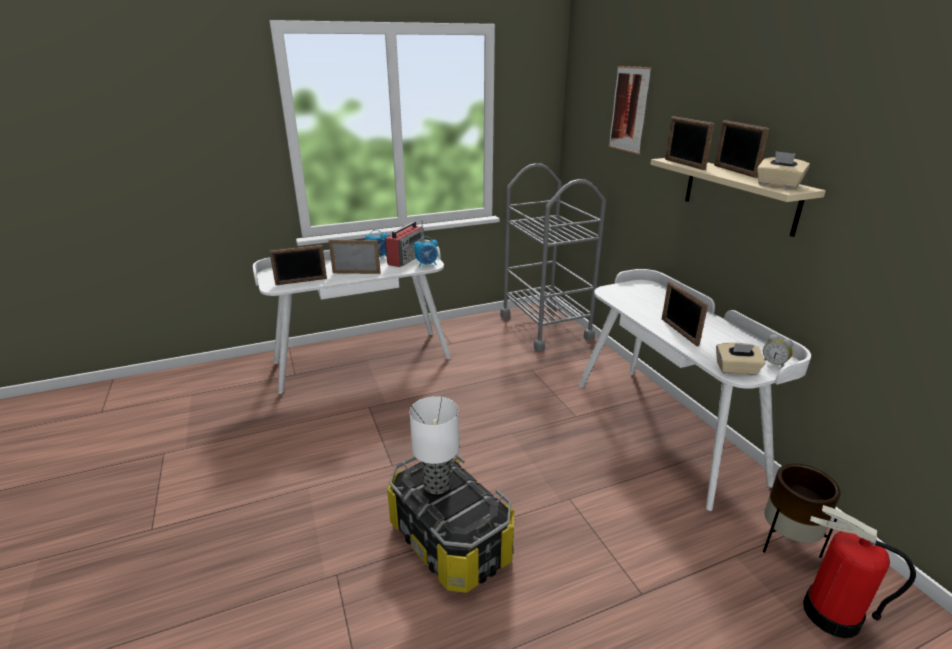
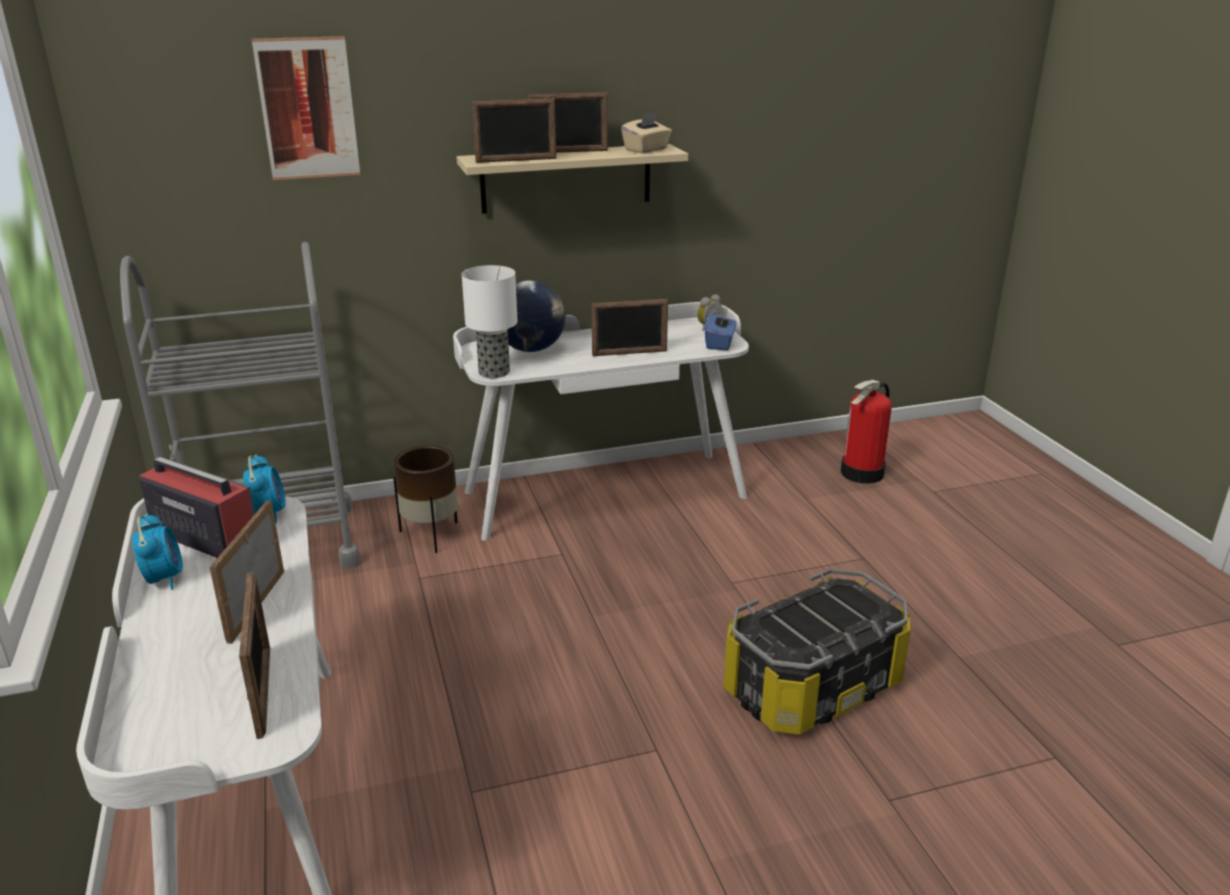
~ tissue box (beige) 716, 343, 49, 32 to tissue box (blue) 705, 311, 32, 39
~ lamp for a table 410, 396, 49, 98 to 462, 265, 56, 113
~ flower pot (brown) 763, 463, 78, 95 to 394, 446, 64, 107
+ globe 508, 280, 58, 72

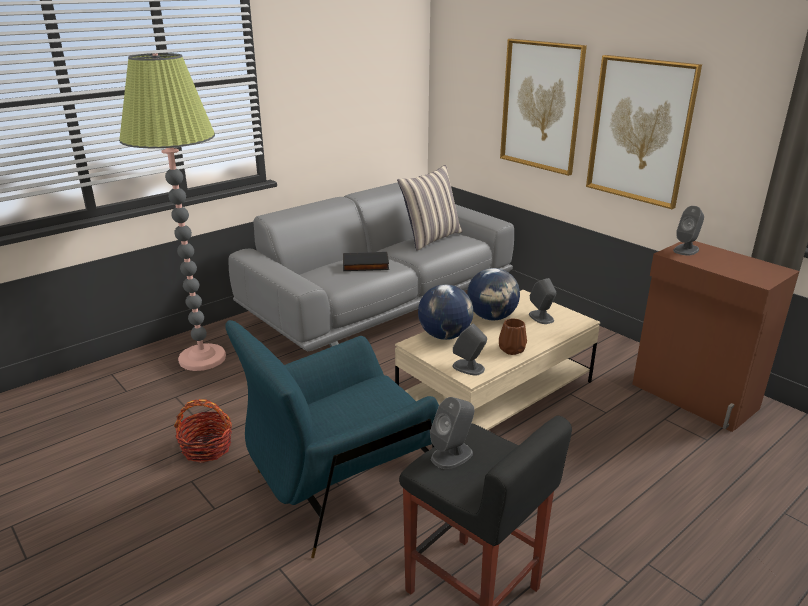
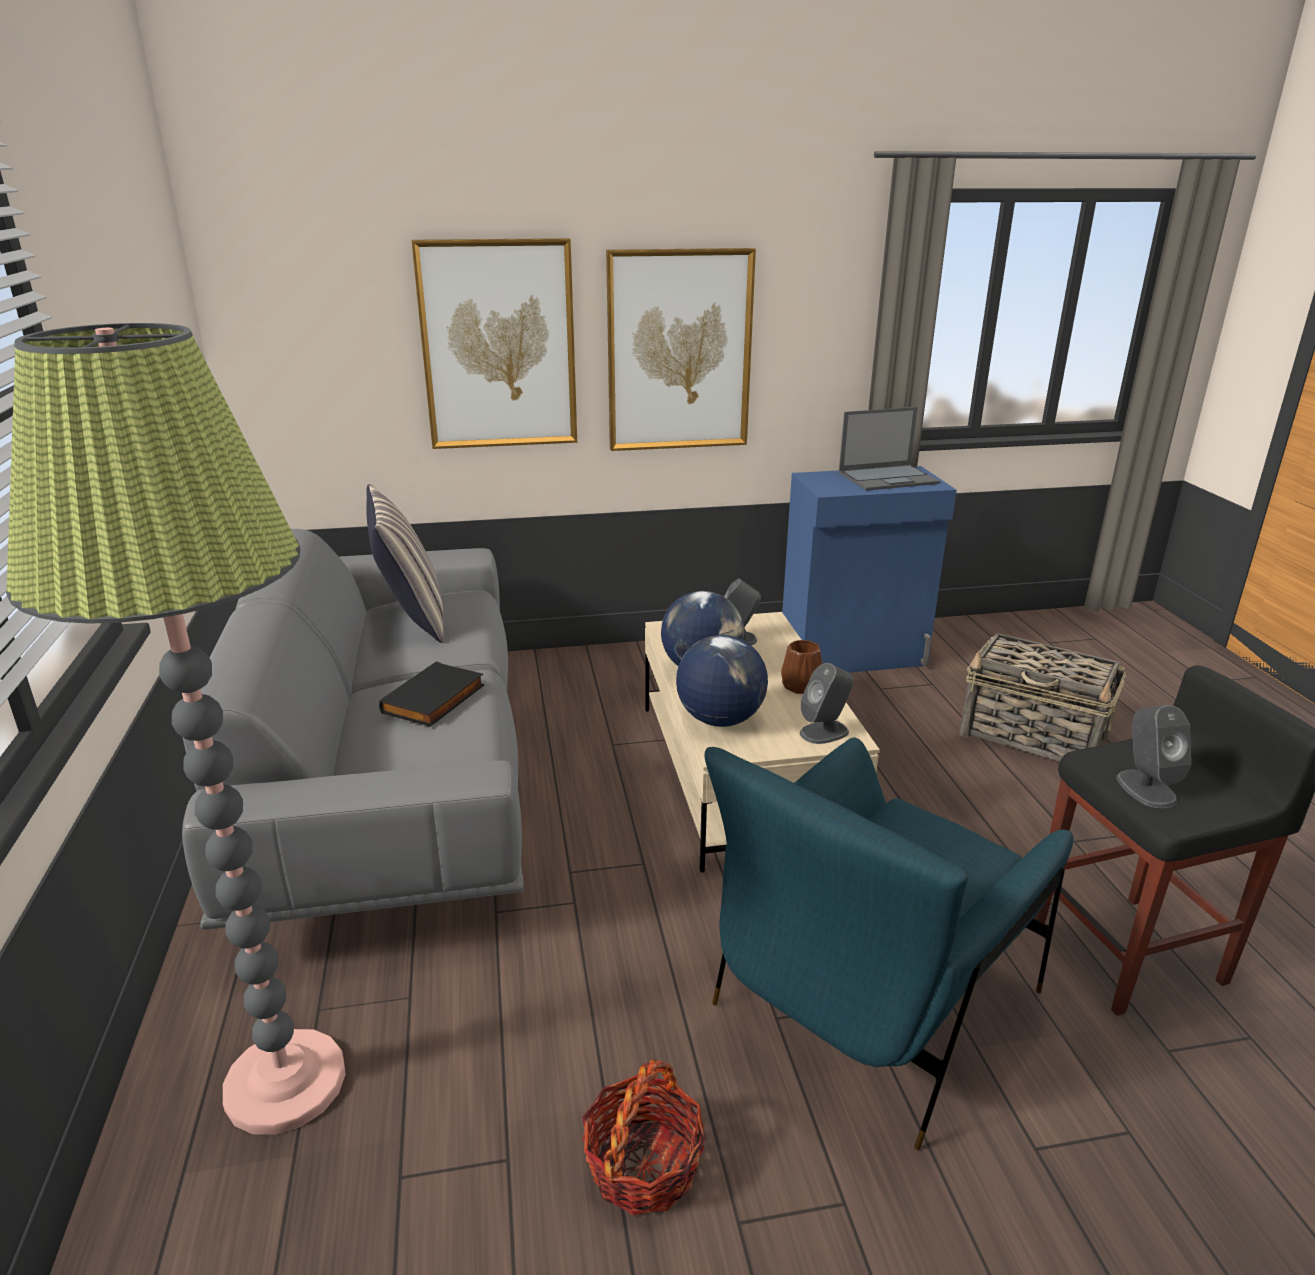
- loudspeaker (grey) 673, 206, 31, 50
~ storage cabinet (brown) 632, 241, 167, 191 to storage cabinet (blue) 782, 466, 175, 207
~ lounge chair (blue) 225, 320, 214, 238 = 704, 737, 369, 413 45 degrees clockwise
+ portable computer 838, 407, 102, 84
+ basket 959, 633, 167, 129

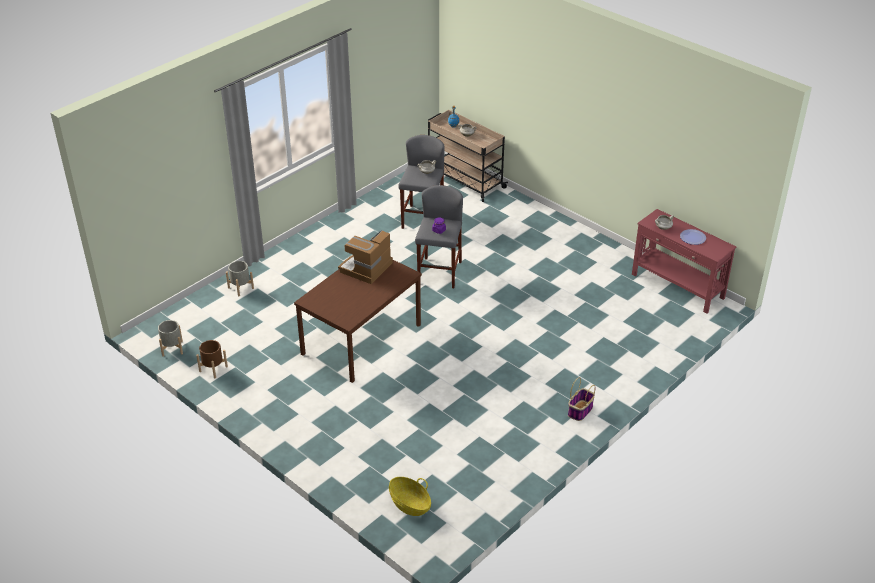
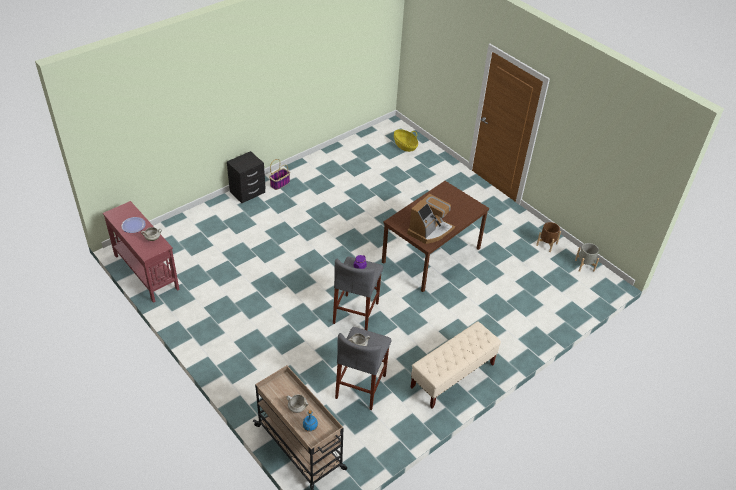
- flower pot (grey) 226, 261, 28, 35
+ nightstand (black) 227, 151, 39, 52
+ long seat (beige) 410, 322, 91, 87

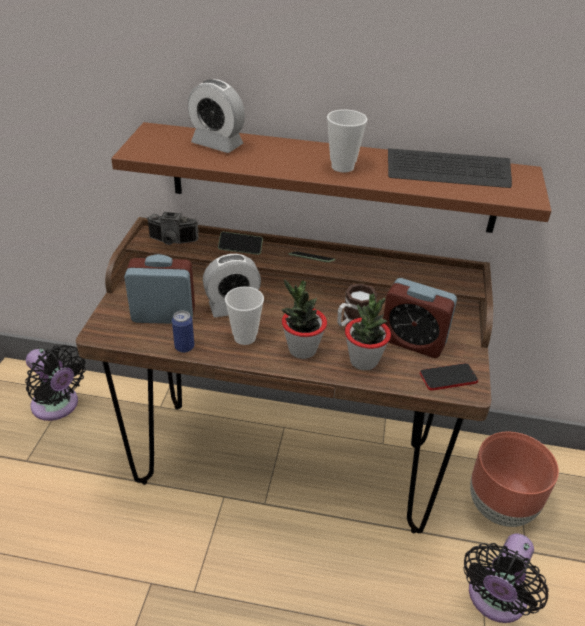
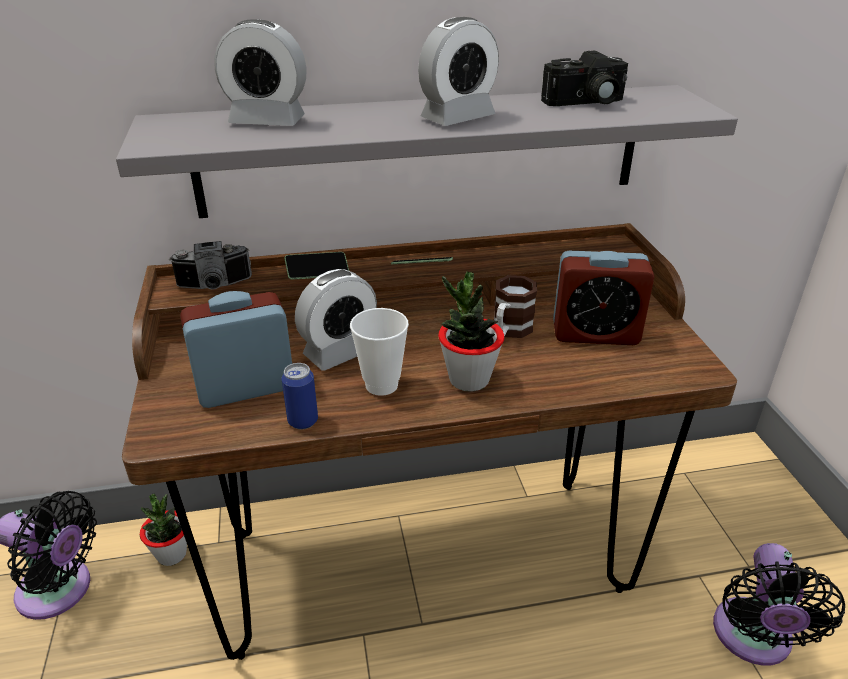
~ cup 327, 110, 40, 63 to table clock 418, 17, 81, 109
~ bracket shelf (brown) 111, 122, 440, 111 to bracket shelf (grey) 116, 85, 622, 133
~ computer keyboard 388, 148, 124, 40 to photo camera 541, 50, 87, 56
~ plant in a pot 345, 294, 46, 76 to 140, 493, 47, 73
- telephone 420, 363, 58, 27
- flower pot (brown) 470, 432, 89, 95

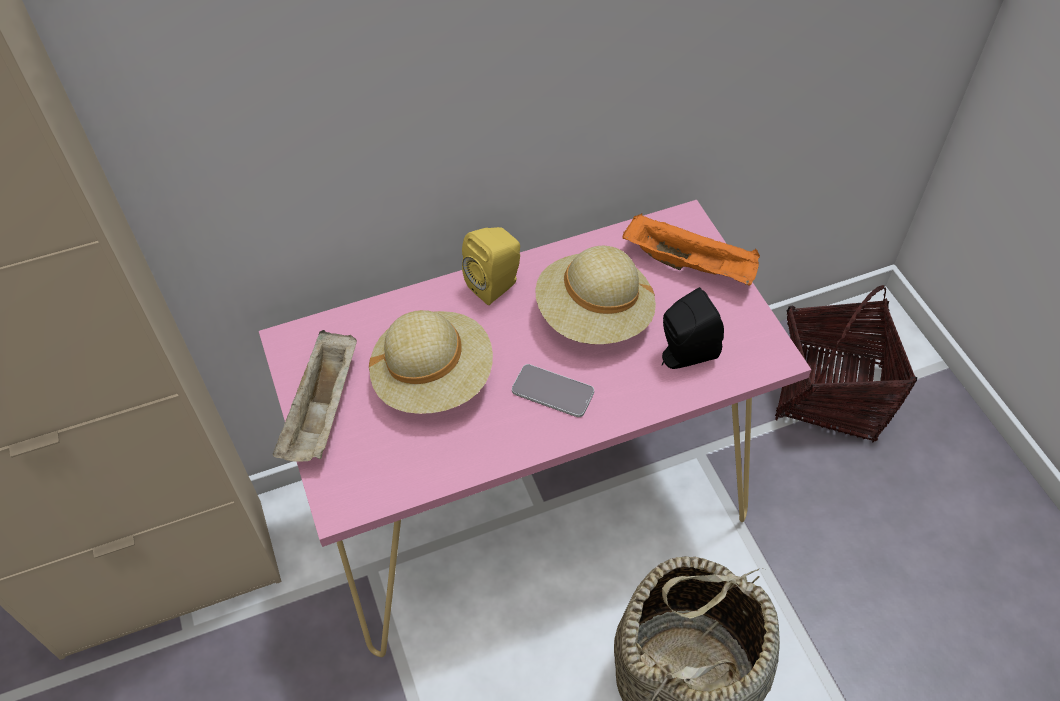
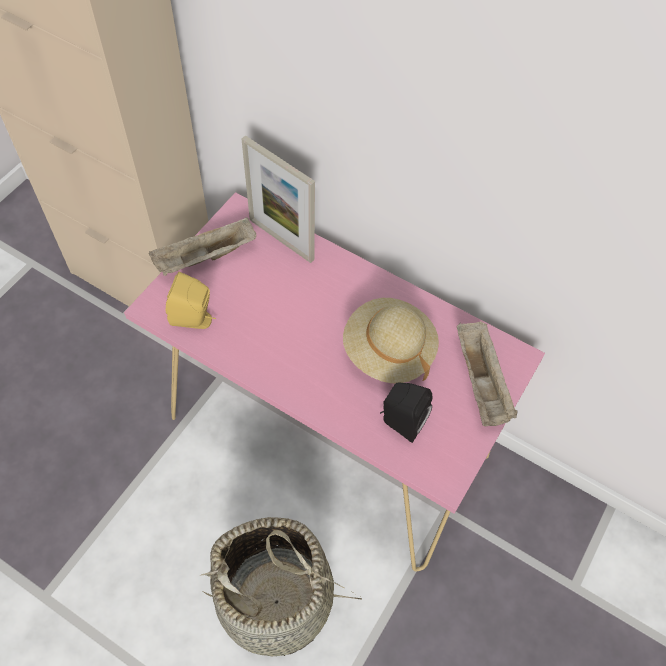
~ serving tray (orange-coloured) 622, 214, 138, 72 to serving tray (beige) 457, 321, 61, 105
~ loudspeaker (yellow-coloured) 462, 227, 58, 78 to 166, 272, 50, 57
- basket 775, 285, 142, 157
- hat (beige) 369, 310, 124, 104
- telephone 512, 364, 82, 53
+ standing frame 241, 135, 74, 128

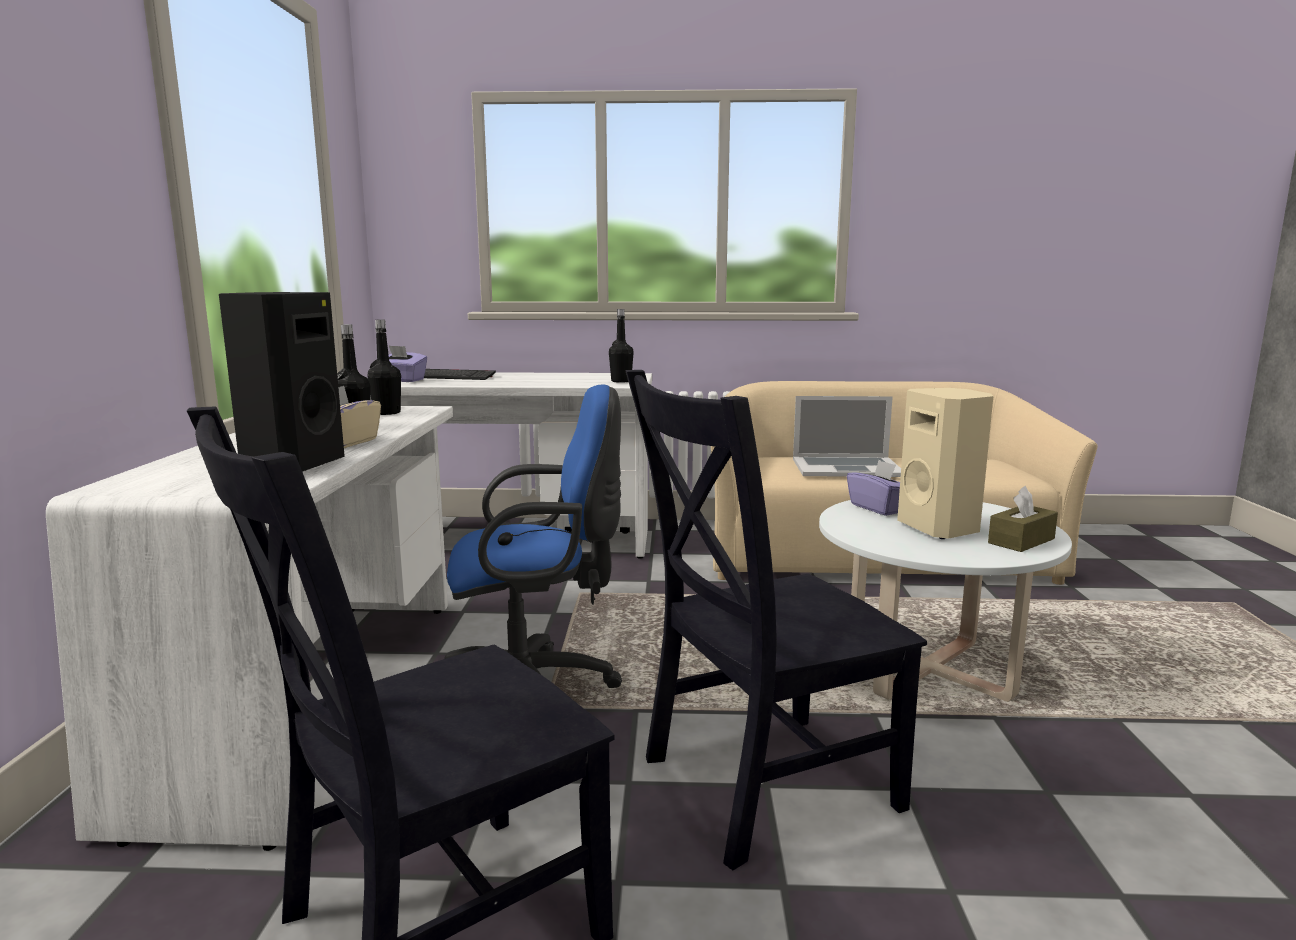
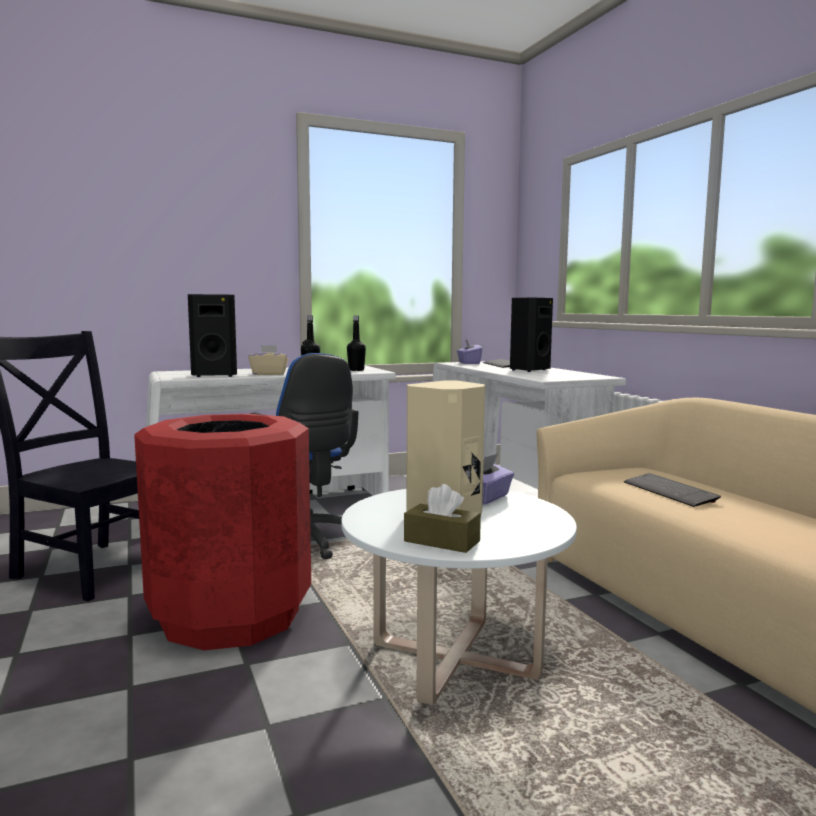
- beverage bottle (black) 609, 309, 25, 74
~ chair (black) 625, 370, 302, 500 to trash can (reddish) 134, 414, 177, 236
~ portable computer 793, 396, 108, 81 to computer keyboard 624, 473, 97, 34
+ loudspeaker (black) 510, 298, 43, 74

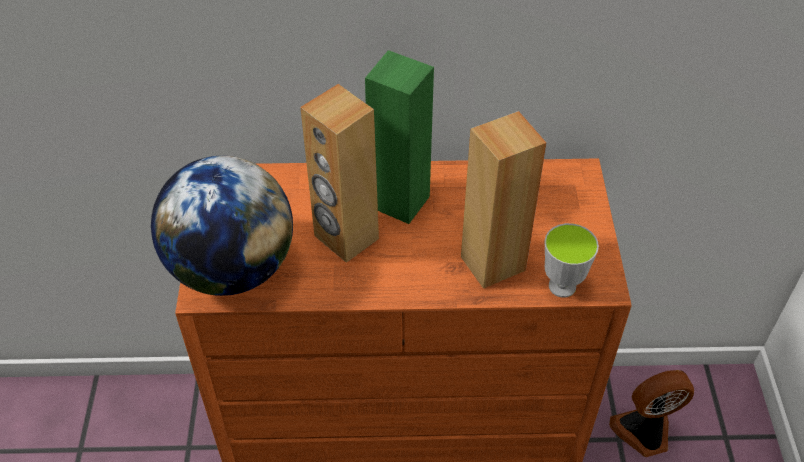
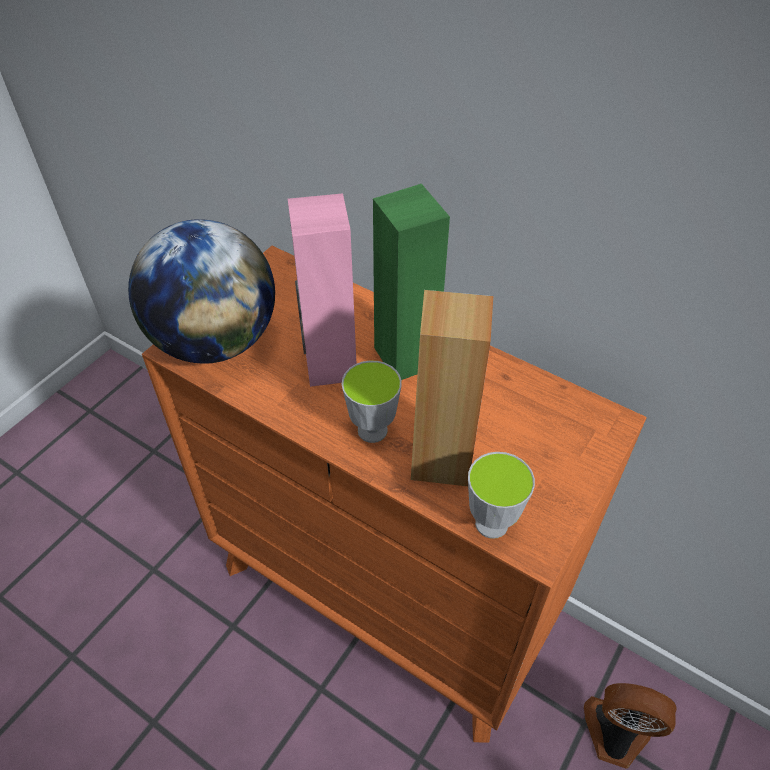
~ loudspeaker (brown) 300, 84, 79, 179 to loudspeaker (pink) 288, 193, 68, 194
+ cup 342, 360, 60, 83

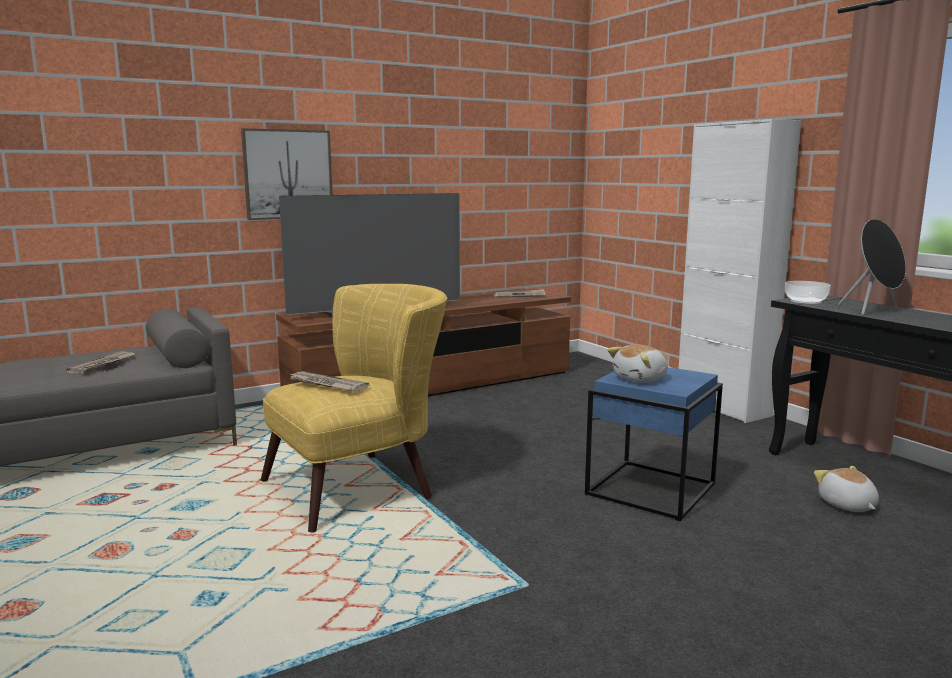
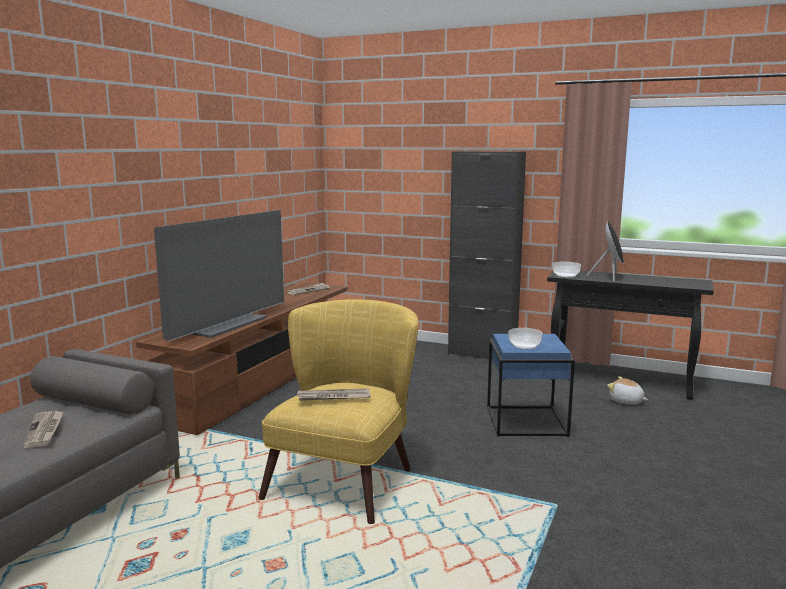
~ storage cabinet (whitish) 678, 119, 123, 304 to storage cabinet (black) 448, 151, 78, 208
- wall picture 241, 128, 92, 92
~ plush toy 608, 344, 60, 39 to bowl 509, 328, 33, 21

